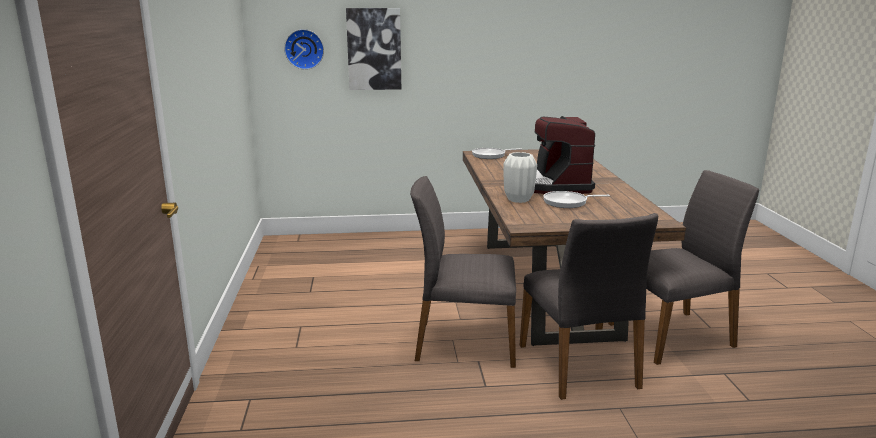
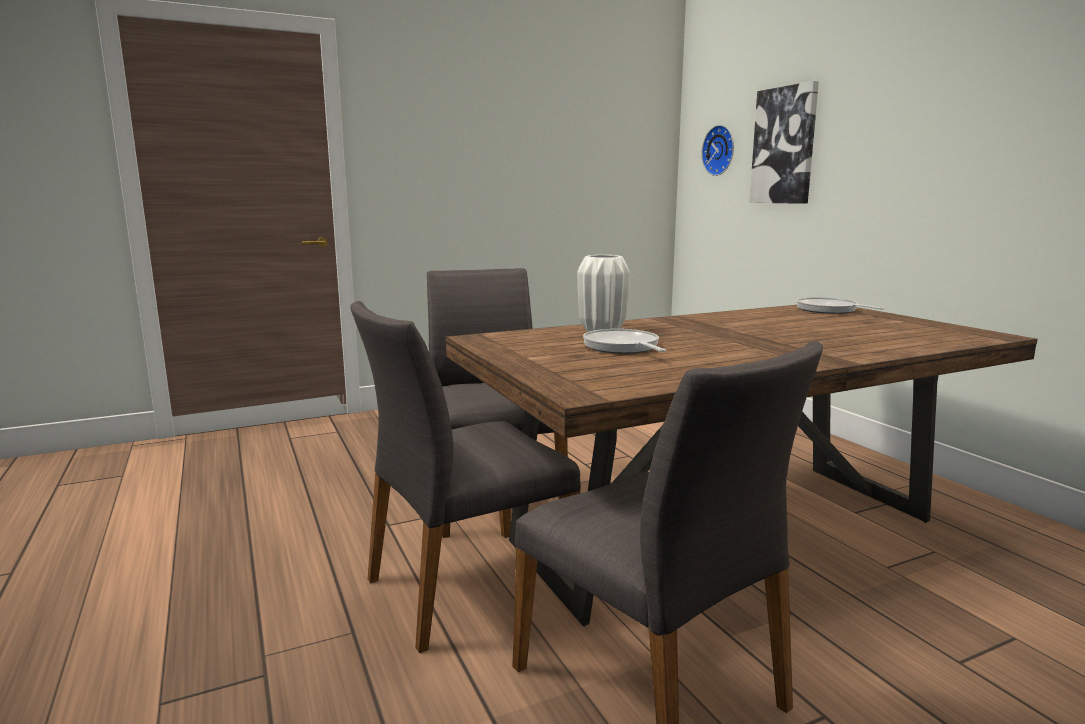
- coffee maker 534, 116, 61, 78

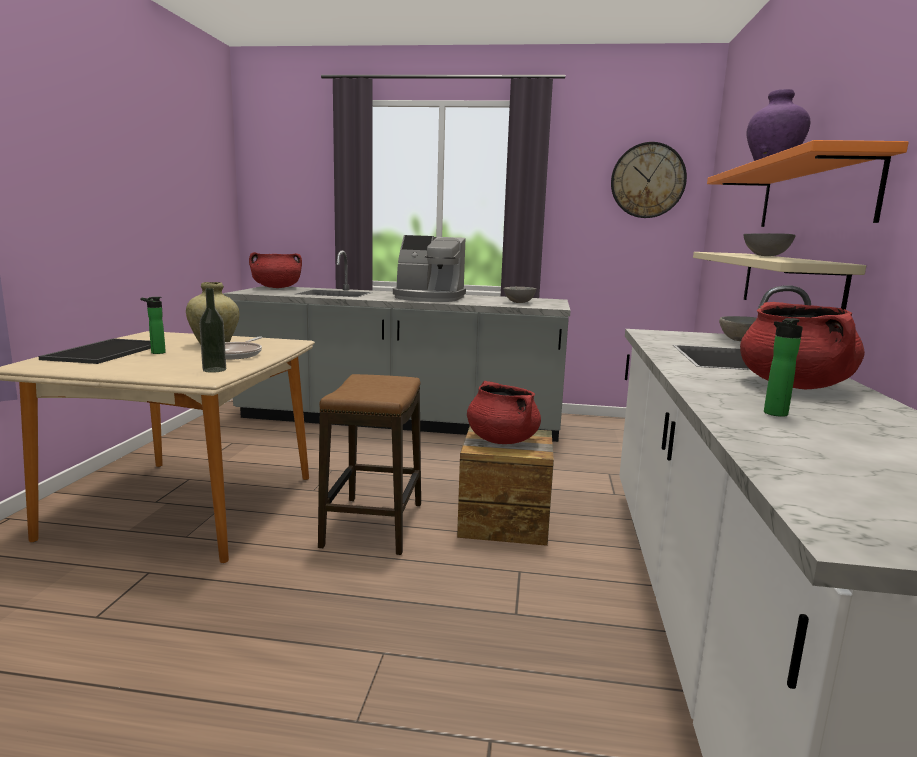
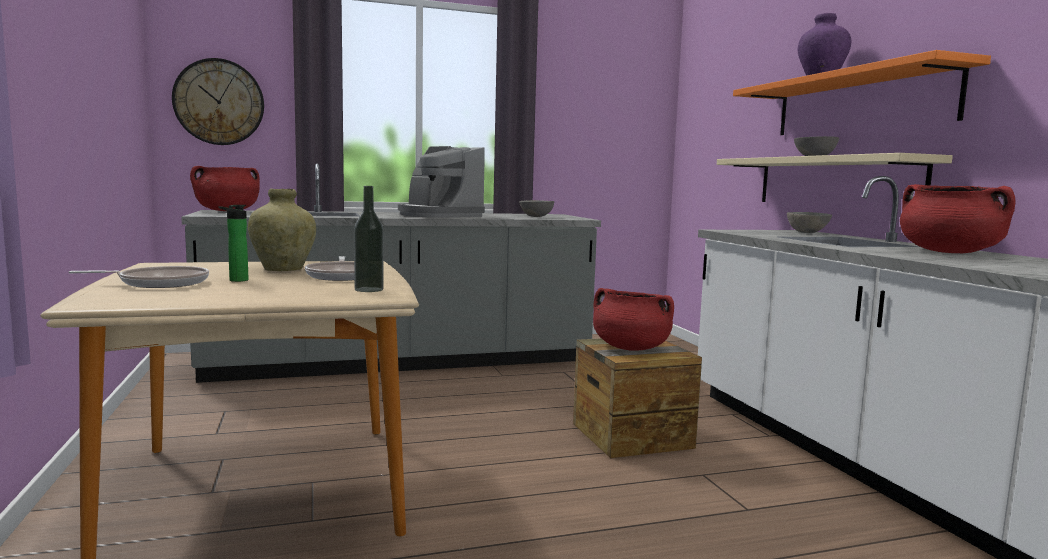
~ hanging clock 611, 142, 76, 76 to 172, 58, 92, 87
~ coffee maker 393, 235, 73, 67 = 398, 146, 87, 72 60 degrees clockwise
- beverage bottle 764, 318, 39, 99
~ serving tray 38, 338, 113, 26 to frying pan 69, 266, 140, 22
- stool seat 318, 374, 103, 181

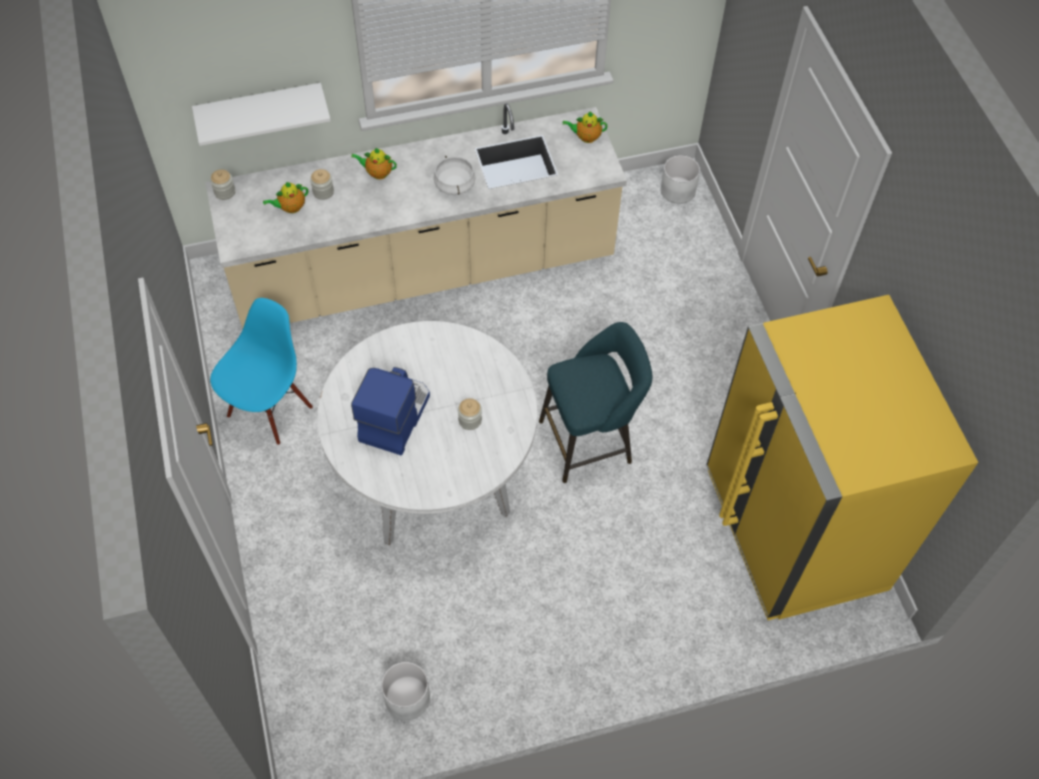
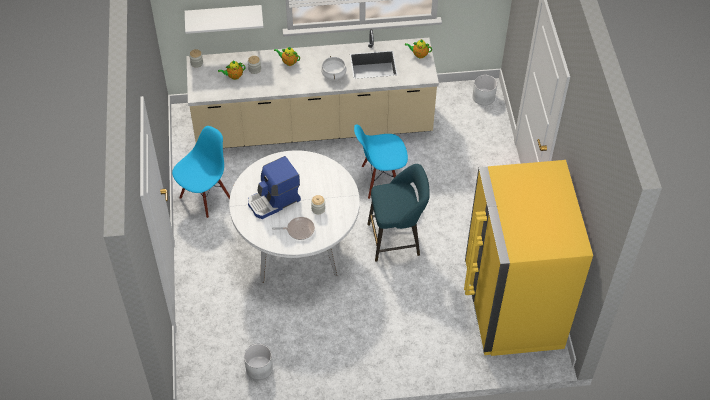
~ coffee maker 351, 367, 79, 88 = 248, 156, 53, 63 150 degrees counterclockwise
+ chair (blue) 354, 124, 54, 75
+ frying pan 272, 217, 43, 23

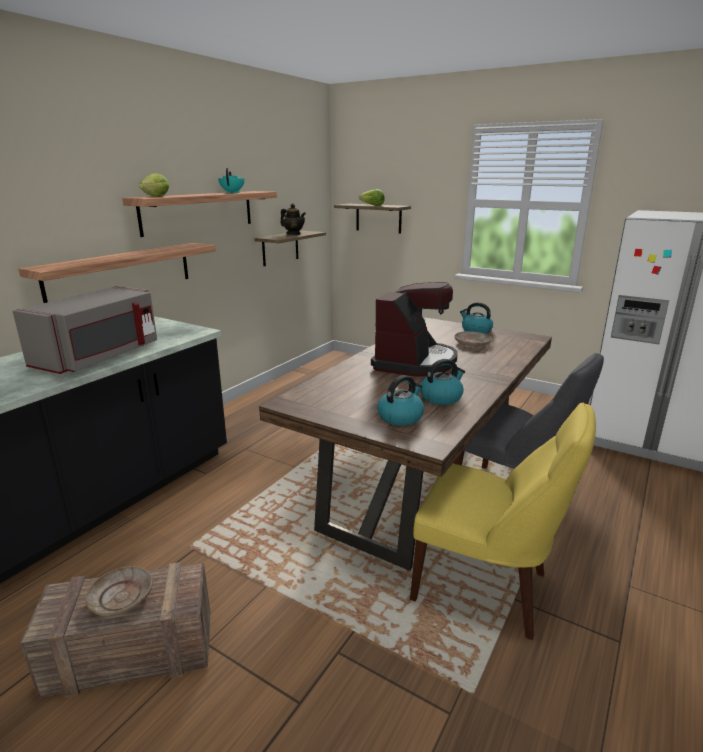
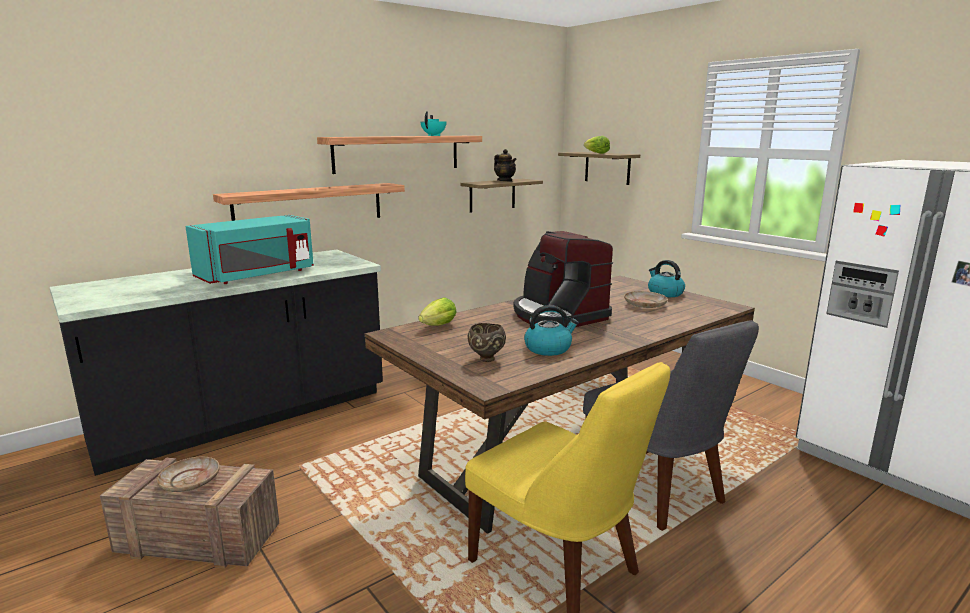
~ lettuce head 139, 173, 30, 23 to 418, 297, 38, 29
~ coffee maker 371, 282, 86, 94 = 514, 231, 99, 96 105 degrees clockwise
~ microwave (grey) 13, 286, 144, 88 to microwave (turquoise) 185, 215, 129, 69
~ water kettle 377, 375, 47, 51 to bowl (brown) 467, 323, 39, 39

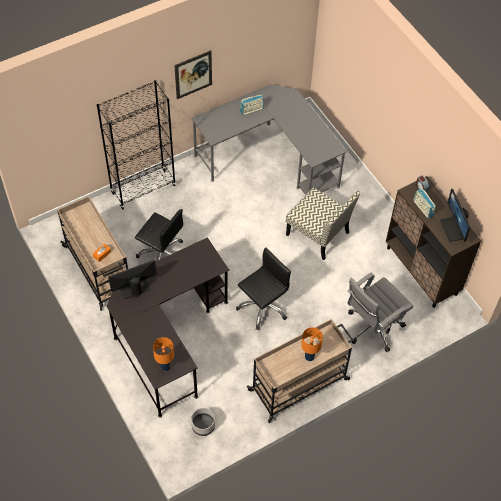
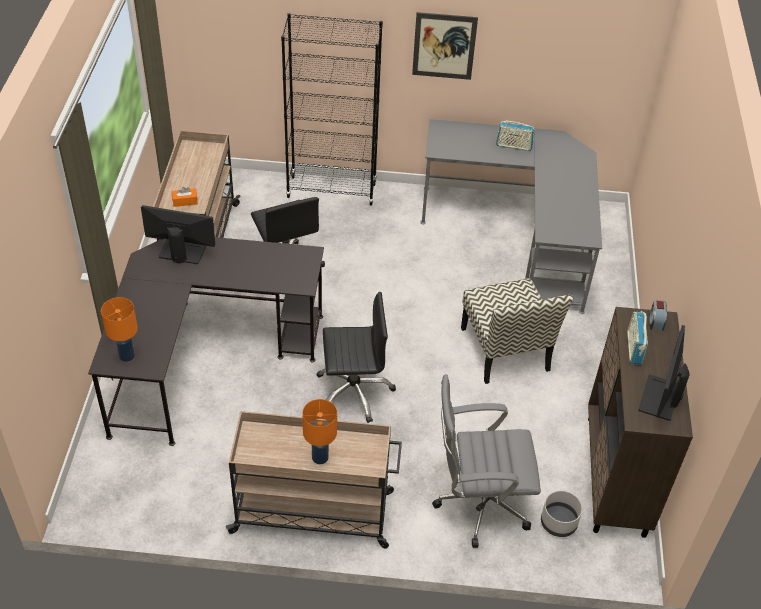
~ flower pot (grey) 191, 408, 24, 28 to 541, 491, 41, 46

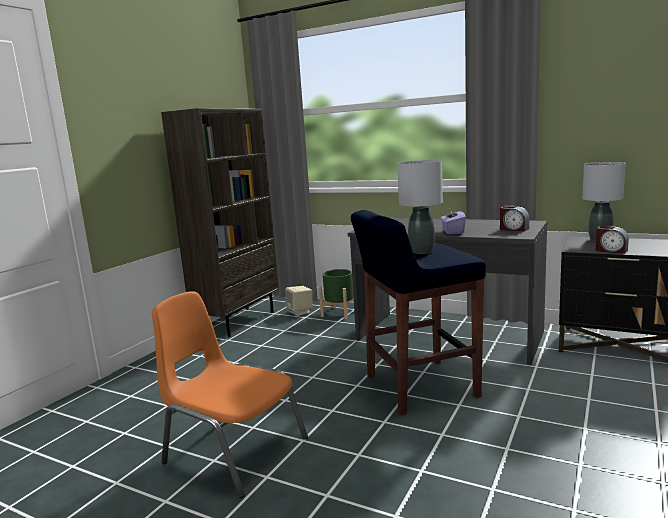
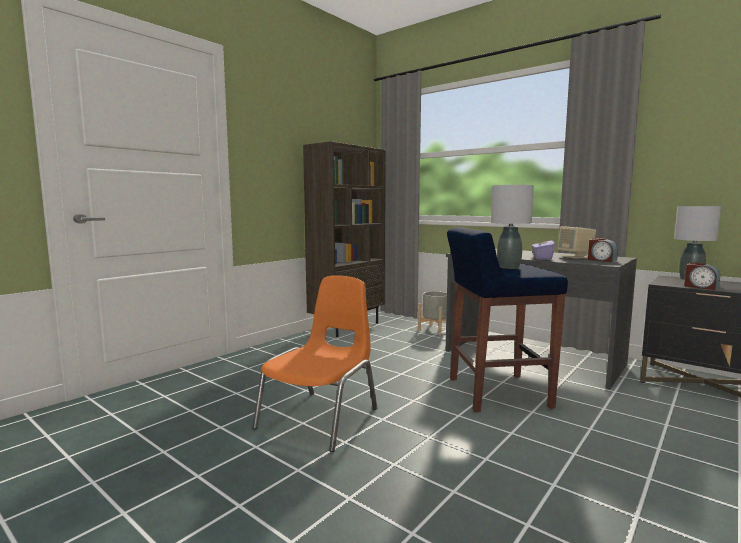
~ flower pot (green-coloured) 319, 269, 35, 51 to flower pot (grey) 418, 291, 29, 44
~ loudspeaker (beige) 285, 286, 27, 30 to 557, 226, 39, 33
~ chair (orange-coloured) 151, 292, 157, 206 = 253, 275, 124, 177 75 degrees clockwise

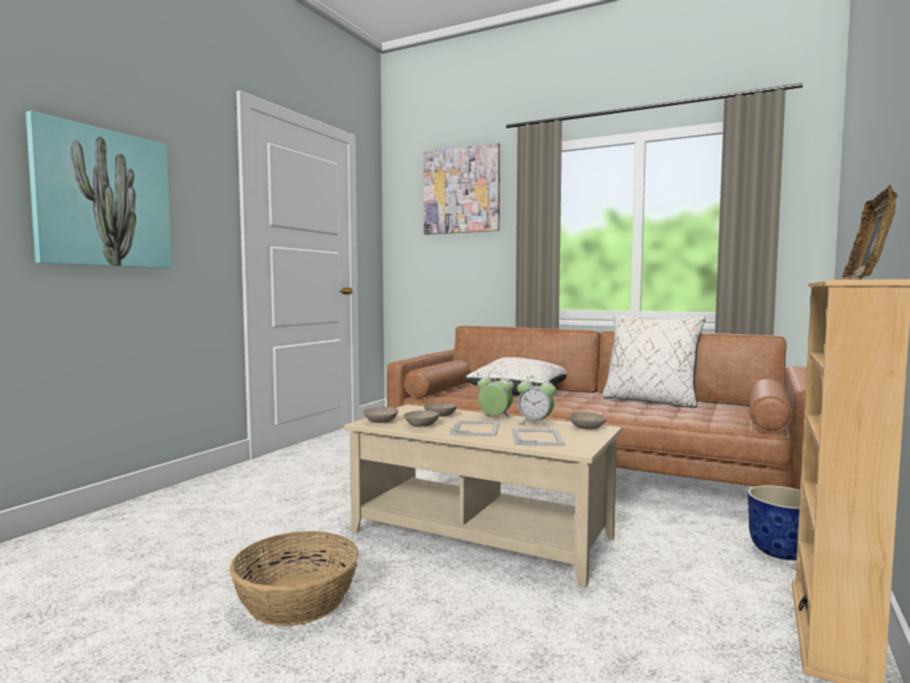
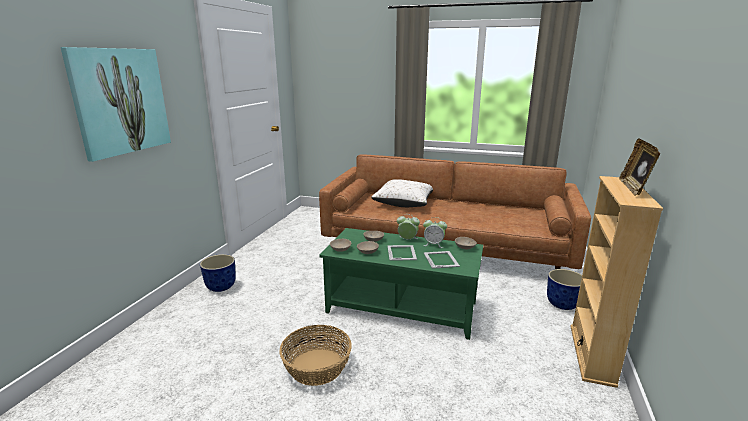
- wall picture 423, 142, 77, 93
- throw pillow (whitish) 602, 313, 104, 95
~ lounge table (beige) 344, 404, 278, 183 to lounge table (green-coloured) 320, 228, 163, 112
+ flower pot 200, 254, 36, 38

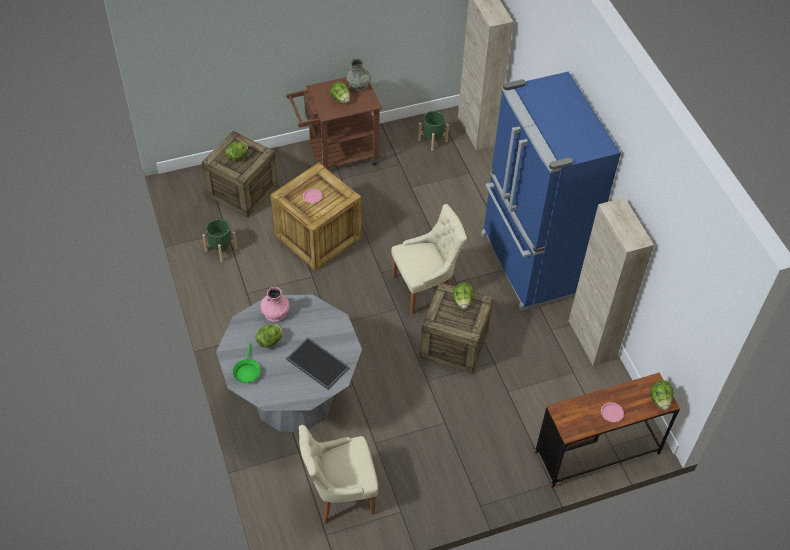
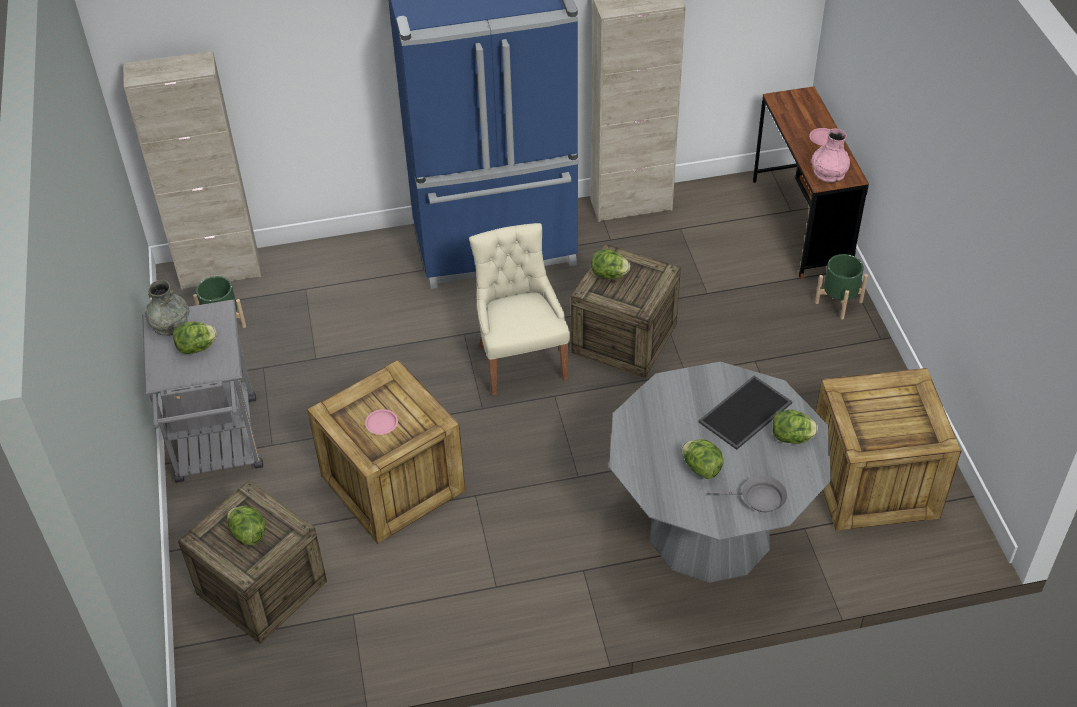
~ wheeled cart (brown) 286, 77, 96, 93 to wheeled cart (grey) 142, 299, 121, 183
~ flower pot (green-coloured) 202, 219, 35, 43 to 815, 254, 53, 65
~ flower vase (pink) 260, 287, 29, 35 to 812, 128, 38, 55
~ frying pan (green-coloured) 233, 343, 28, 40 to frying pan (grey) 707, 476, 80, 36
~ lettuce head 651, 380, 22, 30 to 772, 410, 46, 34
~ chair (beige) 299, 425, 79, 99 to packing crate 816, 368, 145, 162

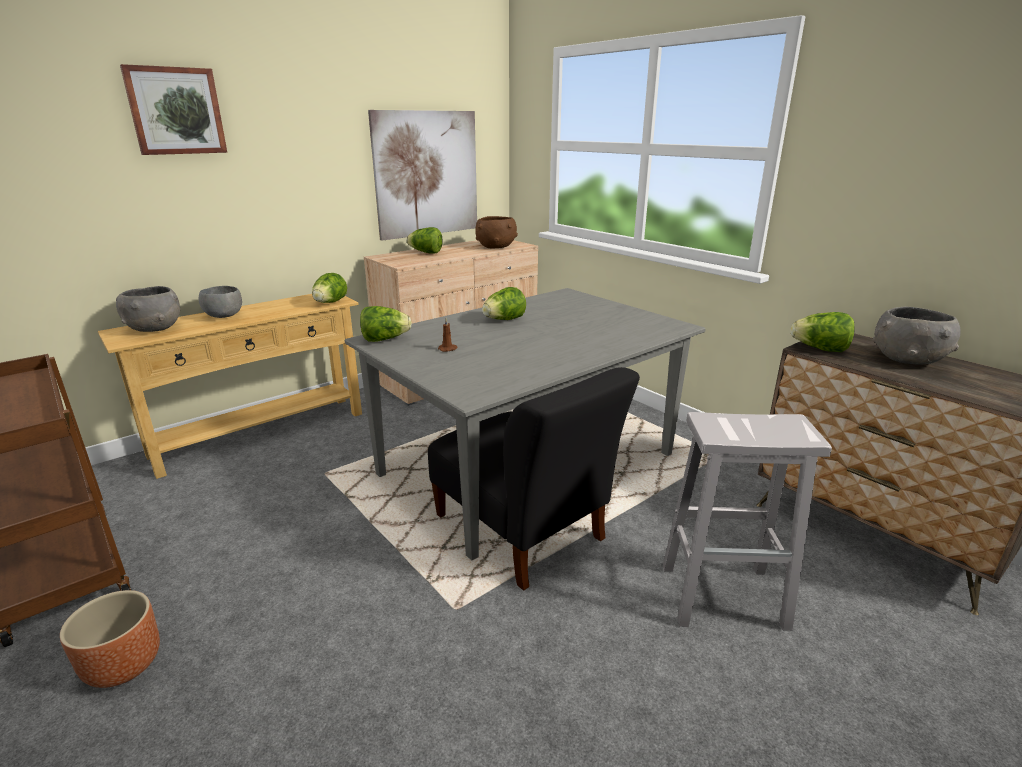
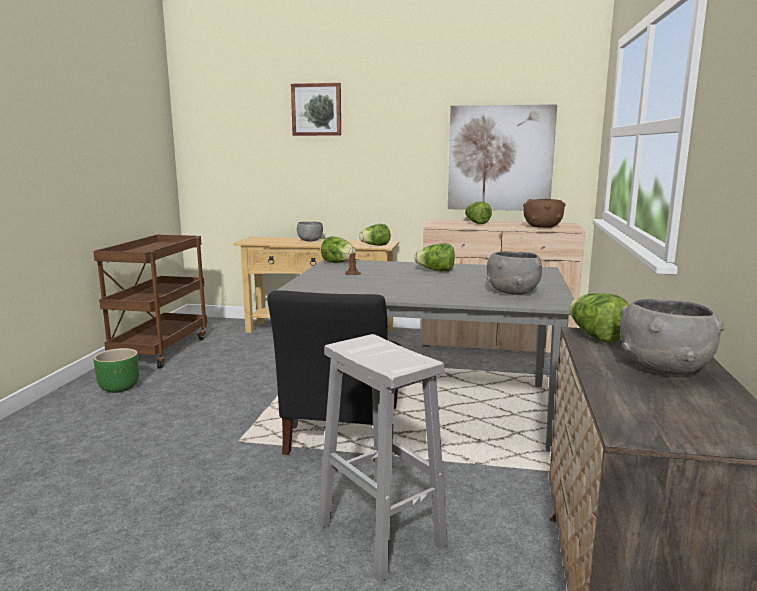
~ bowl (grey) 116, 286, 64, 46 to 487, 251, 55, 44
~ flower pot (brown) 60, 590, 100, 98 to flower pot (green-coloured) 94, 348, 45, 45

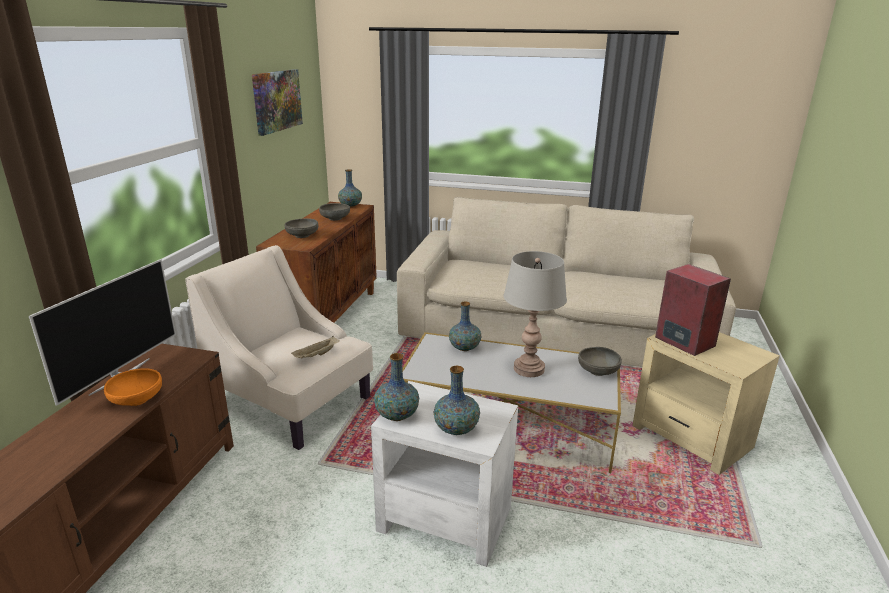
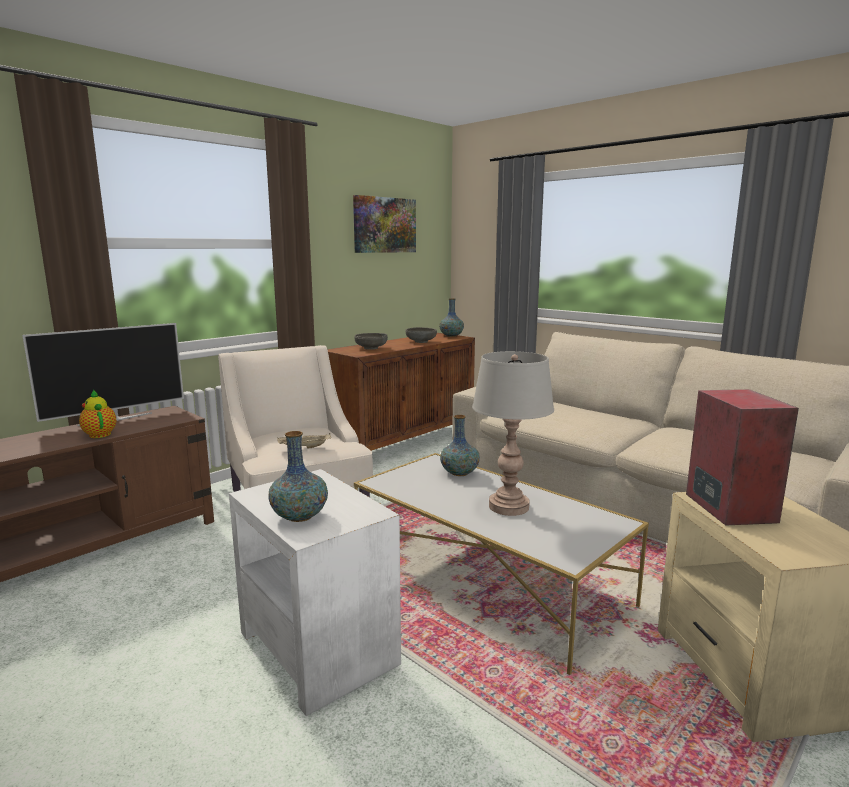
- bowl (grey) 578, 347, 44, 29
- flower vase 374, 353, 45, 68
~ bowl (orange-coloured) 104, 368, 58, 38 to tea pot 79, 390, 37, 48

